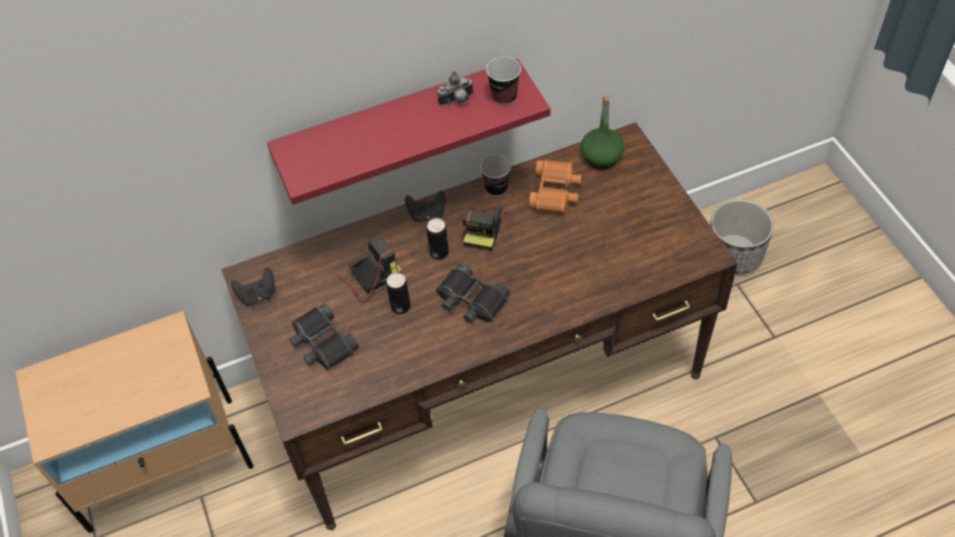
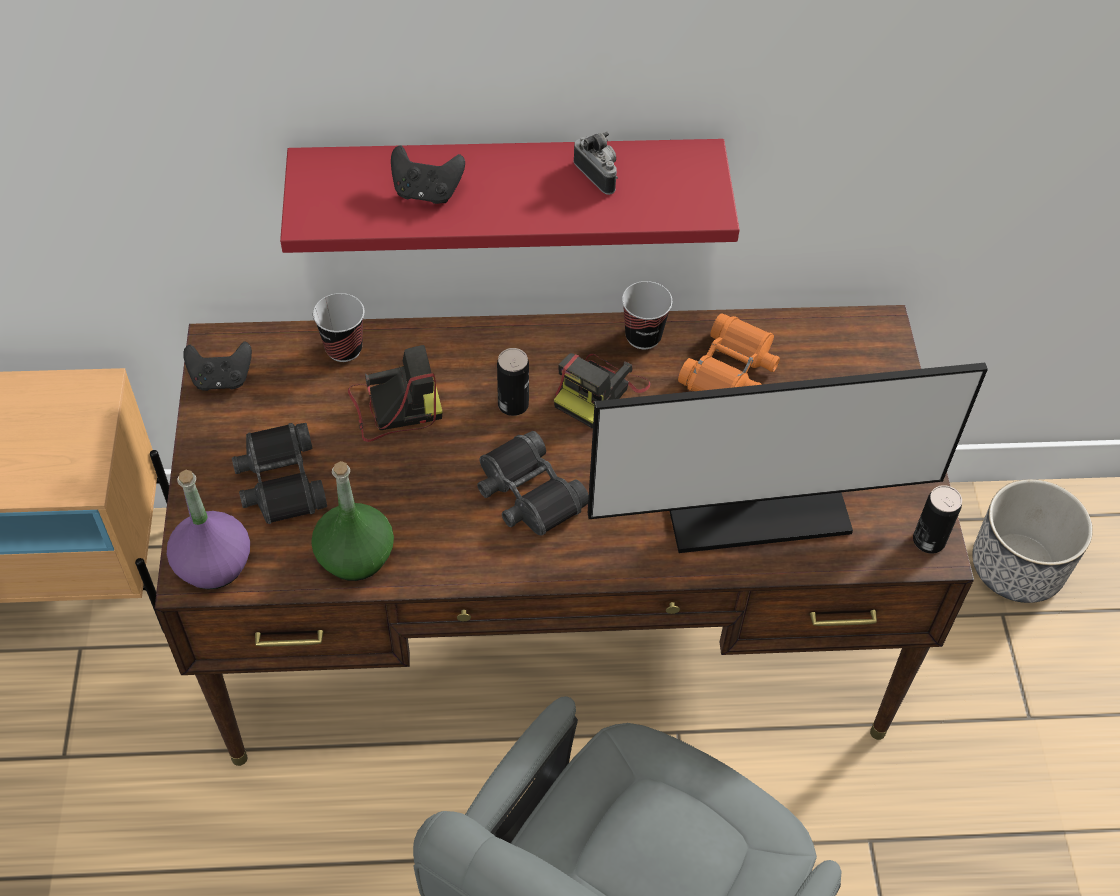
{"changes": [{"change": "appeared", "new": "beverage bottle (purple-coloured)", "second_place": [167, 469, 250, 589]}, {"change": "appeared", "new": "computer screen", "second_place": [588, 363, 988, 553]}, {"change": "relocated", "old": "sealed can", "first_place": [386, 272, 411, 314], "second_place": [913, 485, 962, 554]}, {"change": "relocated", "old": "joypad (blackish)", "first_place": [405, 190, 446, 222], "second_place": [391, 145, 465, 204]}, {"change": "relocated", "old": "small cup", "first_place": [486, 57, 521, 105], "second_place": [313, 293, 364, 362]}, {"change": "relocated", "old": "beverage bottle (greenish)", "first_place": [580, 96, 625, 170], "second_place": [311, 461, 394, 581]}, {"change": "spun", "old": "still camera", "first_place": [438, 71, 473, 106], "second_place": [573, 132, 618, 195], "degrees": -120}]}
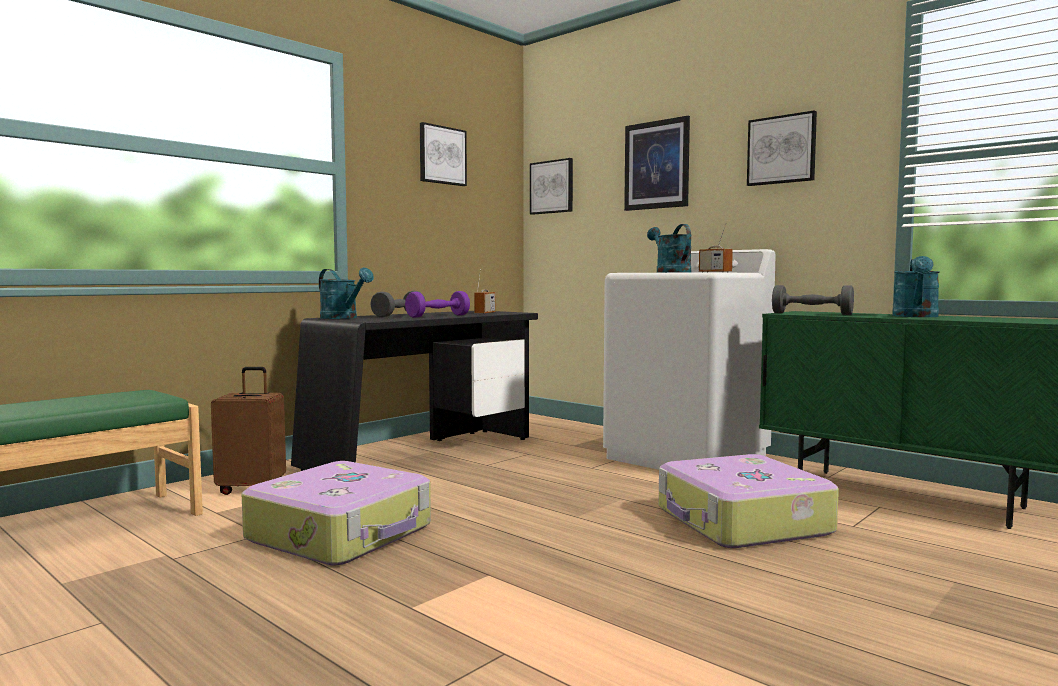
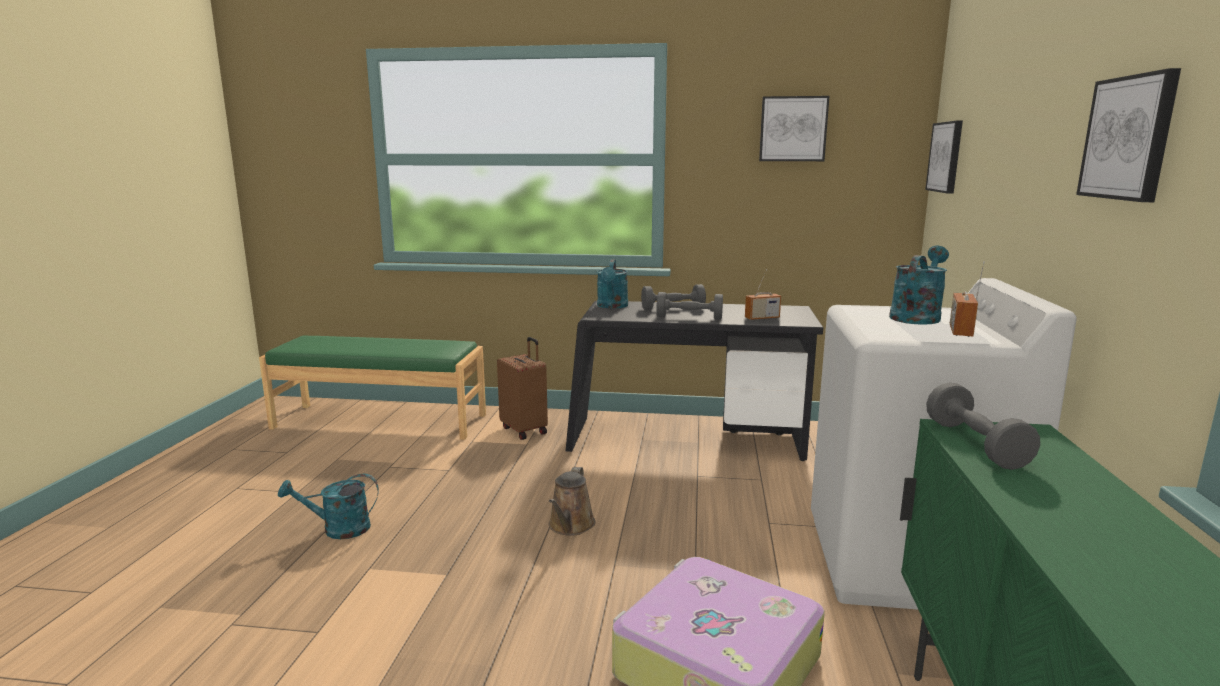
{"changes": [{"change": "missing", "old": "travel case", "first_place": [242, 461, 431, 565]}, {"change": "missing", "old": "wall art", "first_place": [624, 116, 690, 211]}, {"change": "appeared", "new": "watering pot (brown)", "second_place": [549, 467, 596, 536]}, {"change": "relocated", "old": "watering pot (blue-green)", "first_place": [892, 256, 939, 317], "second_place": [278, 474, 379, 539]}, {"change": "colour", "old": "dumbbell (purple-coloured)", "new": "dumbbell (greyish)", "first_place": [405, 291, 470, 318], "second_place": [656, 292, 723, 319]}]}
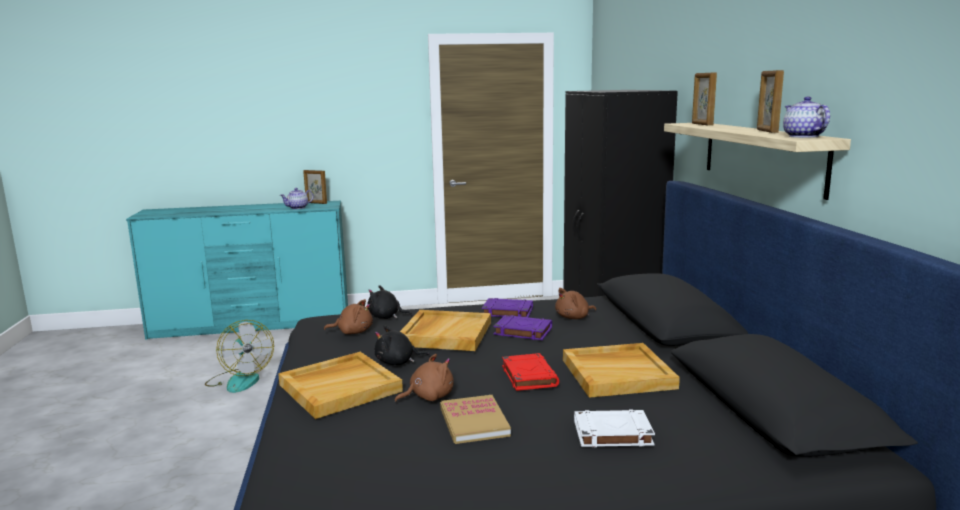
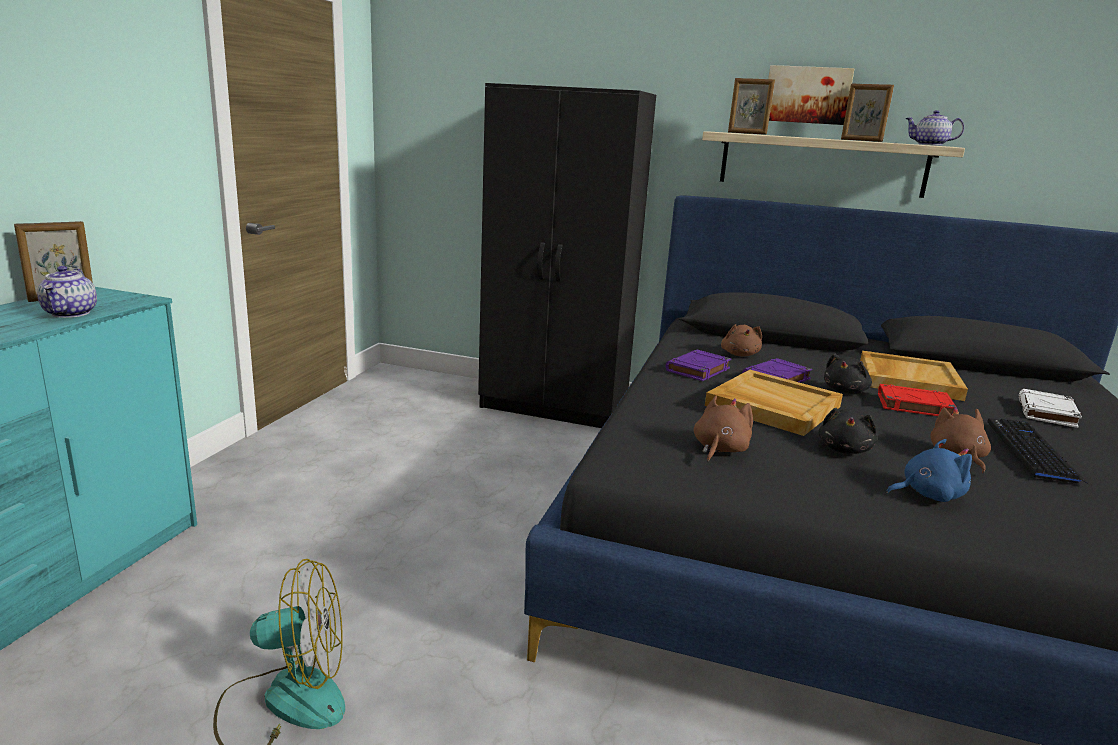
{"changes": [{"change": "appeared", "new": "wall art", "second_place": [768, 65, 855, 125]}, {"change": "relocated", "old": "cuddly toy (blackish)", "first_place": [367, 285, 412, 319], "second_place": [824, 354, 872, 393]}, {"change": "exchanged", "old": "tray (beige-coloured)", "new": "cuddly toy (blue-coloured)", "first_place": [278, 352, 403, 419], "second_place": [886, 439, 972, 502]}, {"change": "exchanged", "old": "book", "new": "keyboard", "first_place": [440, 395, 511, 444], "second_place": [987, 418, 1089, 484]}]}
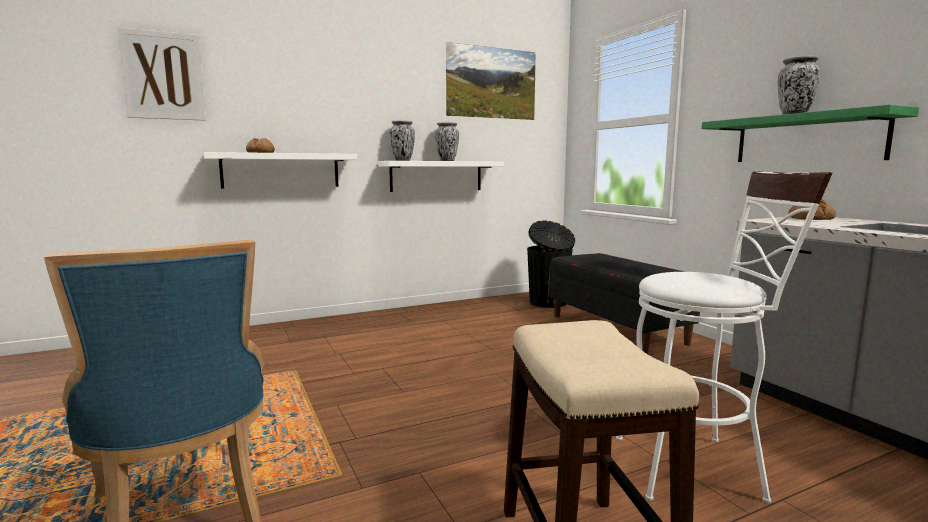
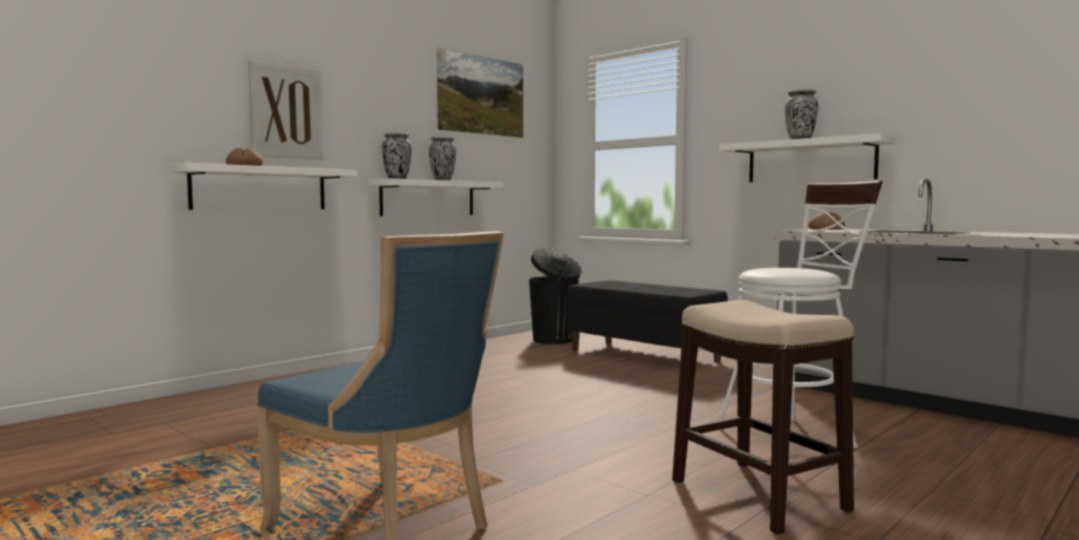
{"changes": [{"change": "relocated", "old": "wall art", "first_place": [118, 27, 206, 121], "second_place": [248, 60, 323, 159]}, {"change": "colour", "old": "bracket shelf (greenish)", "new": "bracket shelf (whitish)", "first_place": [702, 105, 919, 162], "second_place": [719, 133, 896, 182]}]}
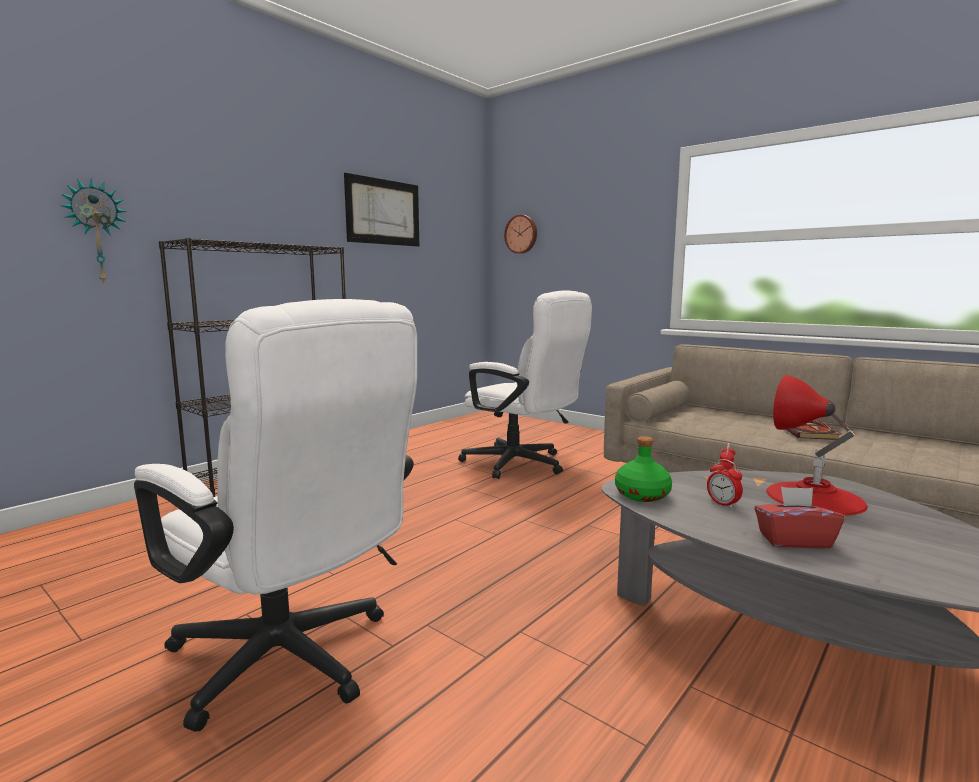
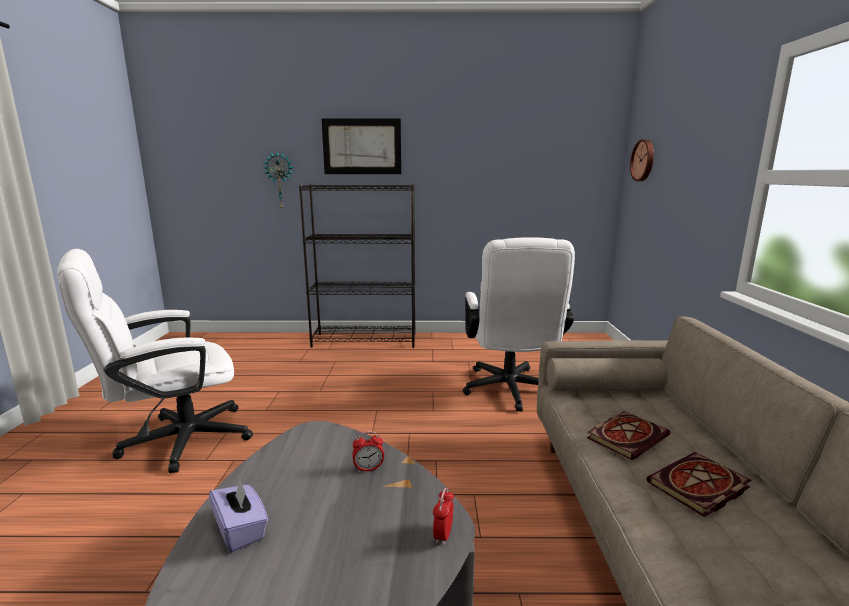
{"changes": [{"change": "missing", "old": "beverage bottle (greenish)", "first_place": [615, 436, 672, 502]}, {"change": "missing", "old": "table lamp (red)", "first_place": [766, 375, 868, 516]}, {"change": "appeared", "new": "book", "second_place": [587, 411, 670, 460]}, {"change": "relocated", "old": "wall art", "first_place": [344, 173, 419, 247], "second_place": [322, 119, 401, 174]}, {"change": "relocated", "old": "table clock", "first_place": [707, 459, 743, 508], "second_place": [433, 488, 454, 545]}, {"change": "colour", "old": "tissue box (red)", "new": "tissue box (purple-coloured)", "first_place": [754, 487, 845, 549], "second_place": [209, 479, 268, 552]}, {"change": "spun", "old": "computer chair (whitish)", "first_place": [134, 299, 417, 732], "second_place": [57, 249, 253, 473], "degrees": 60}]}
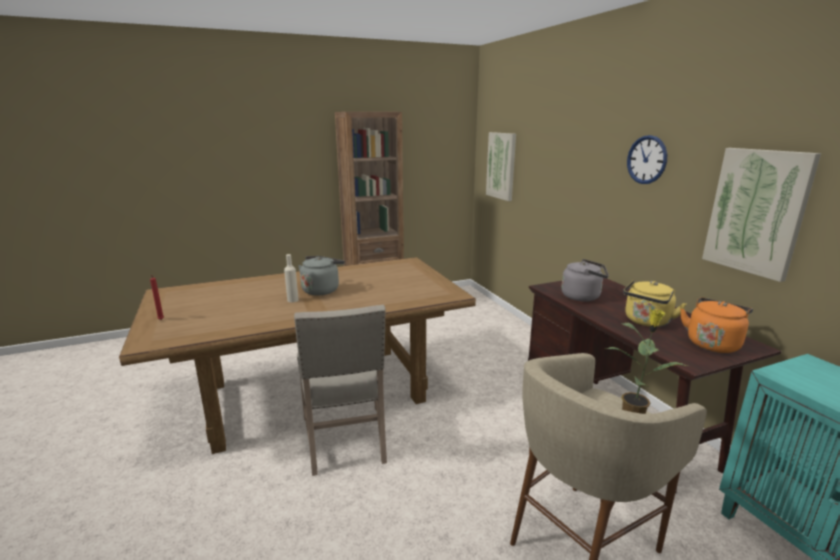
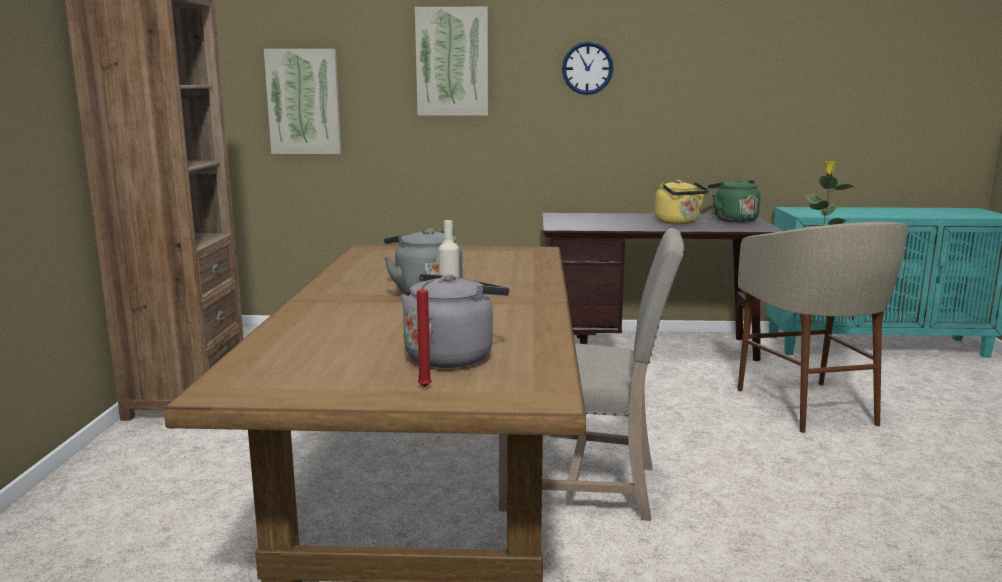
{"changes": [{"change": "relocated", "old": "kettle (greyish)", "first_place": [561, 259, 609, 302], "second_place": [401, 274, 509, 368]}, {"change": "relocated", "old": "wall art", "first_place": [702, 148, 821, 282], "second_place": [415, 7, 488, 116]}, {"change": "colour", "old": "kettle (orange)", "new": "kettle (greenish)", "first_place": [680, 297, 753, 353], "second_place": [708, 178, 761, 223]}]}
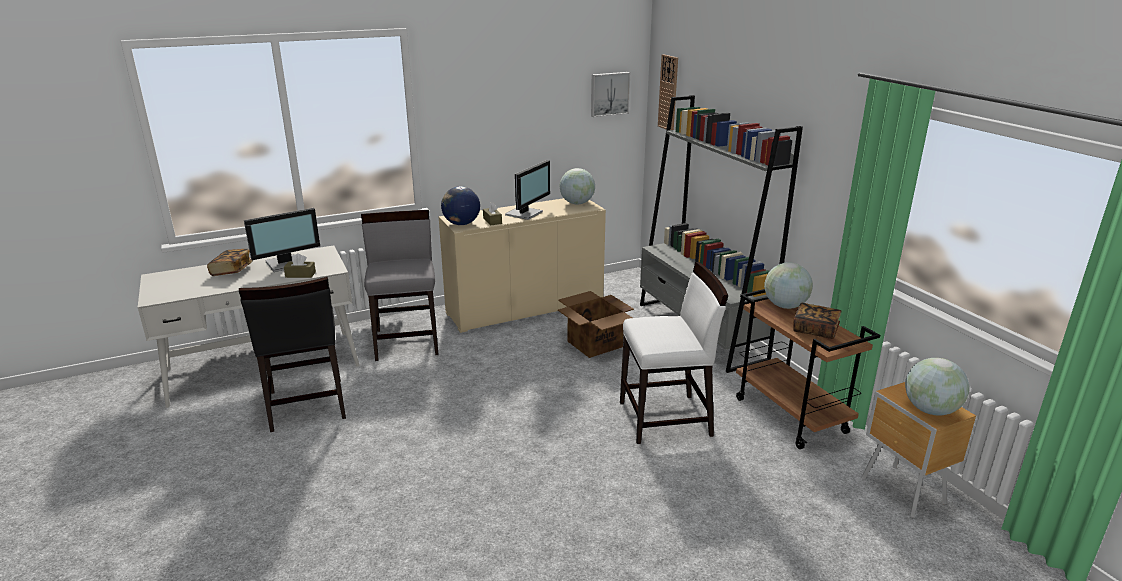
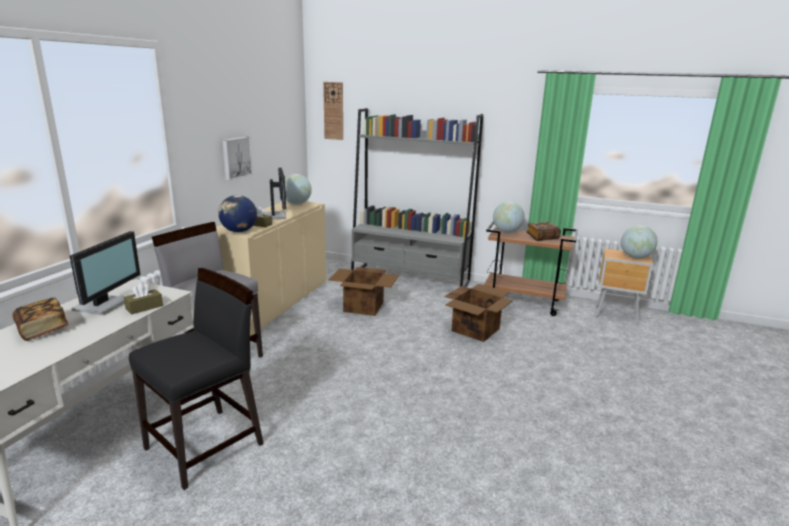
{"changes": [{"change": "relocated", "old": "wall art", "first_place": [591, 72, 630, 117], "second_place": [222, 136, 253, 181]}, {"change": "exchanged", "old": "plain chair (whitish)", "new": "packing box", "first_place": [620, 262, 728, 444], "second_place": [444, 284, 513, 342]}, {"change": "spun", "old": "plain chair (blackish)", "first_place": [239, 277, 346, 432], "second_place": [129, 268, 264, 490], "degrees": -75}]}
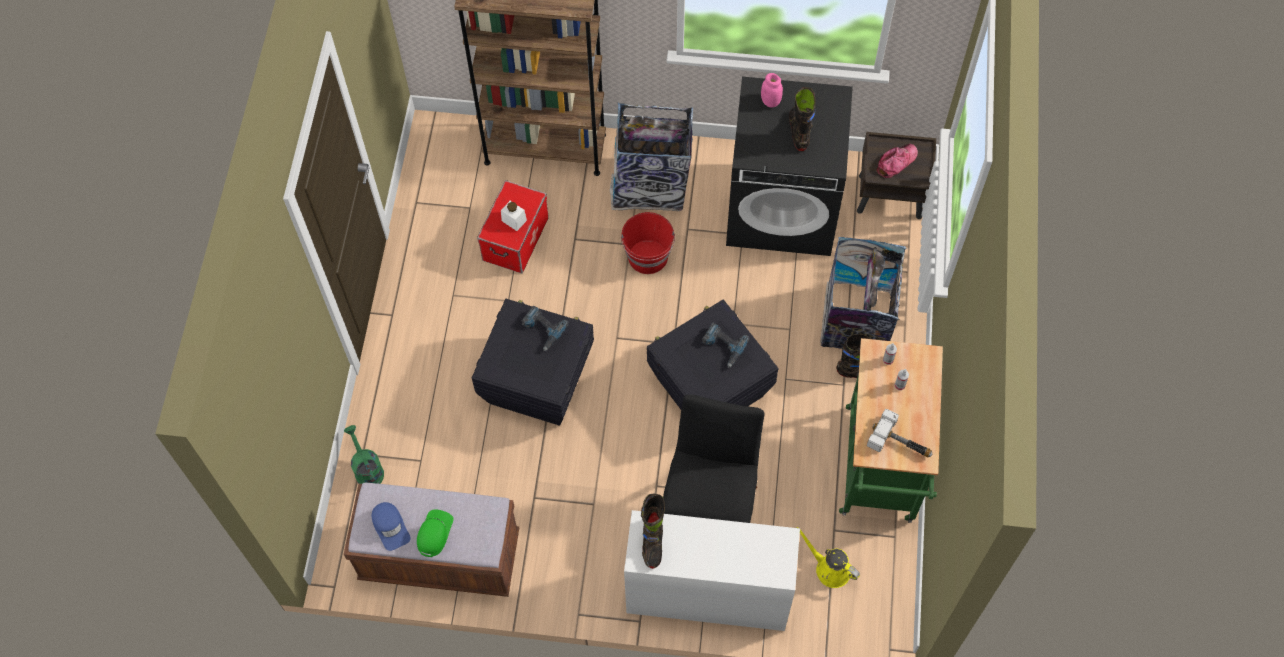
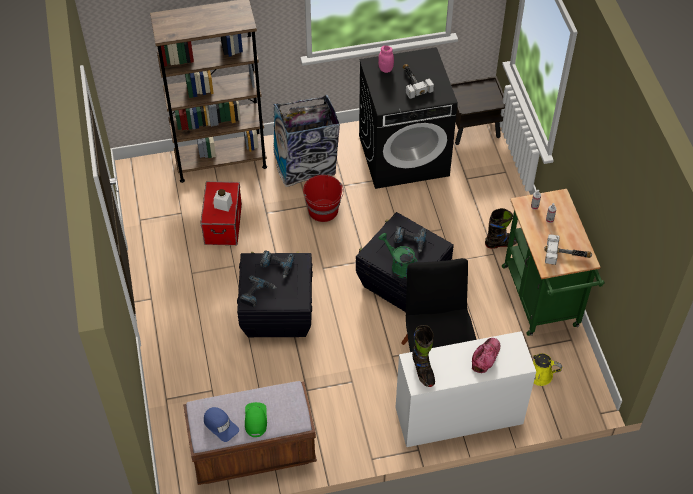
{"changes": [{"change": "missing", "old": "trash can", "first_place": [820, 237, 906, 349]}, {"change": "appeared", "new": "drill", "second_place": [240, 276, 276, 307]}, {"change": "relocated", "old": "watering pot (greenish)", "first_place": [344, 425, 384, 484], "second_place": [379, 233, 418, 278]}, {"change": "relocated", "old": "baseball cap", "first_place": [876, 144, 918, 178], "second_place": [472, 338, 500, 373]}, {"change": "exchanged", "old": "high-top boot (blackish)", "new": "hand hammer", "first_place": [789, 87, 816, 151], "second_place": [403, 64, 434, 99]}]}
